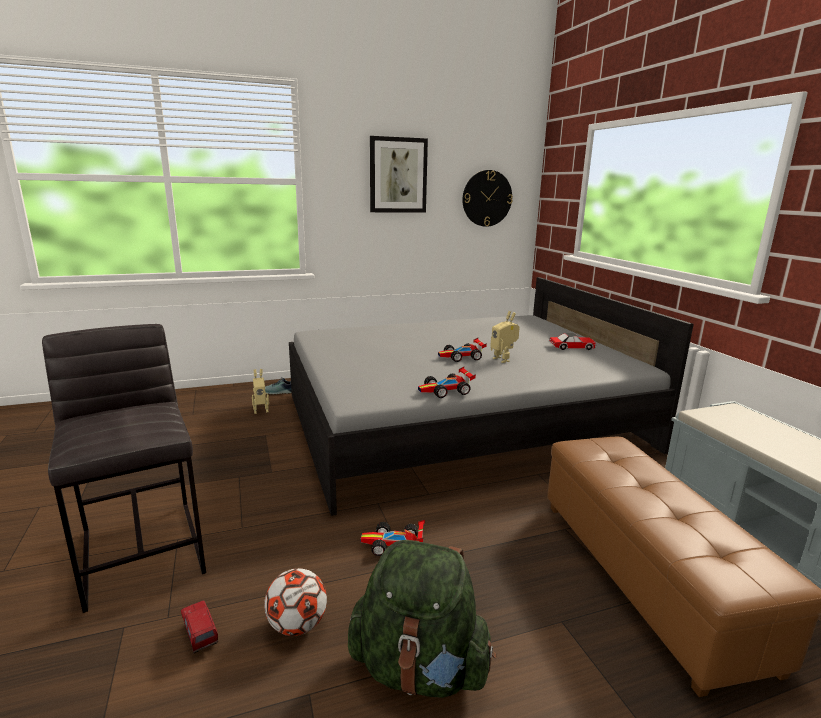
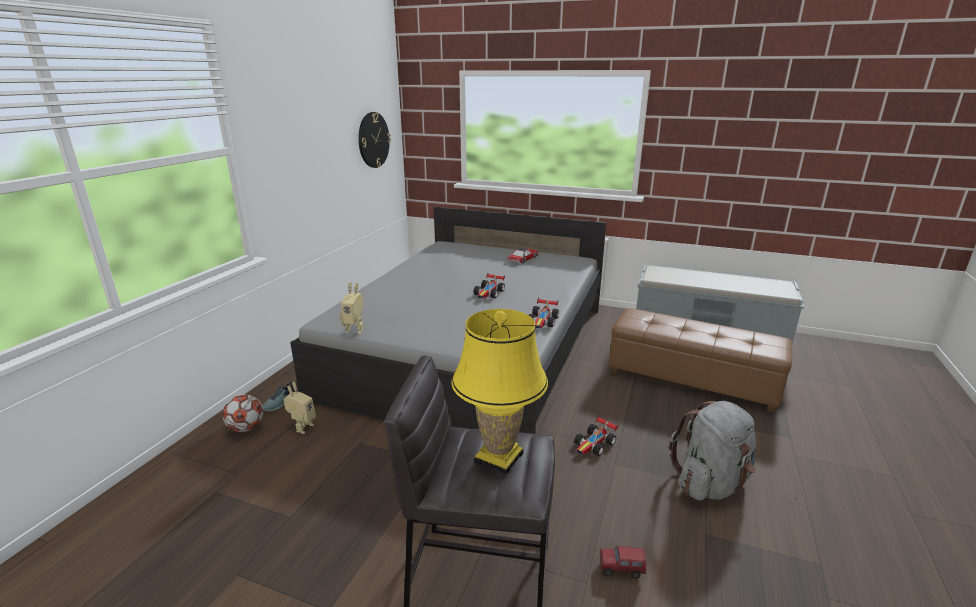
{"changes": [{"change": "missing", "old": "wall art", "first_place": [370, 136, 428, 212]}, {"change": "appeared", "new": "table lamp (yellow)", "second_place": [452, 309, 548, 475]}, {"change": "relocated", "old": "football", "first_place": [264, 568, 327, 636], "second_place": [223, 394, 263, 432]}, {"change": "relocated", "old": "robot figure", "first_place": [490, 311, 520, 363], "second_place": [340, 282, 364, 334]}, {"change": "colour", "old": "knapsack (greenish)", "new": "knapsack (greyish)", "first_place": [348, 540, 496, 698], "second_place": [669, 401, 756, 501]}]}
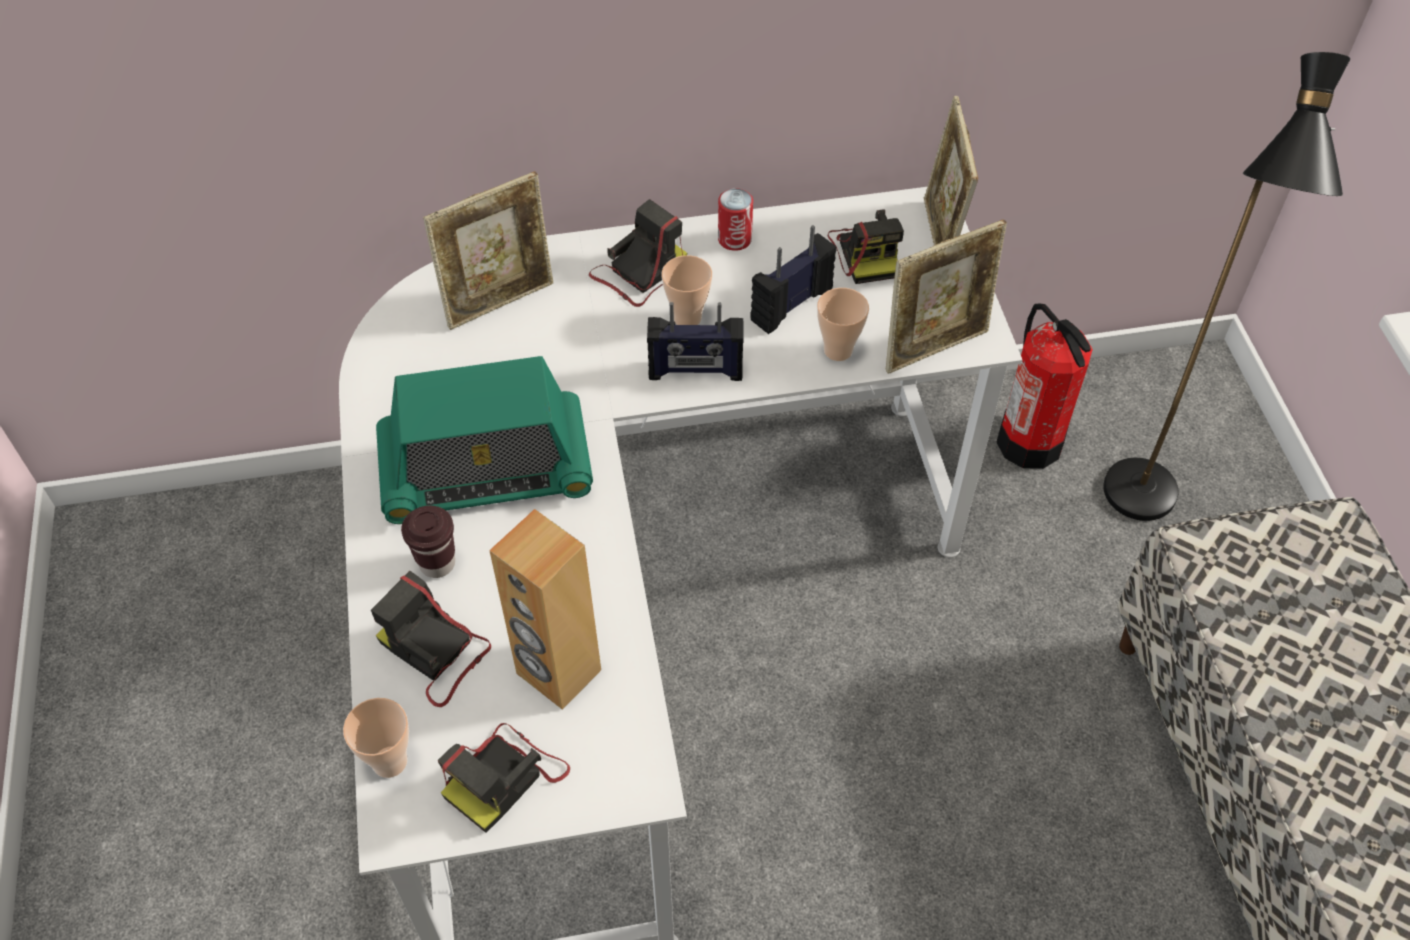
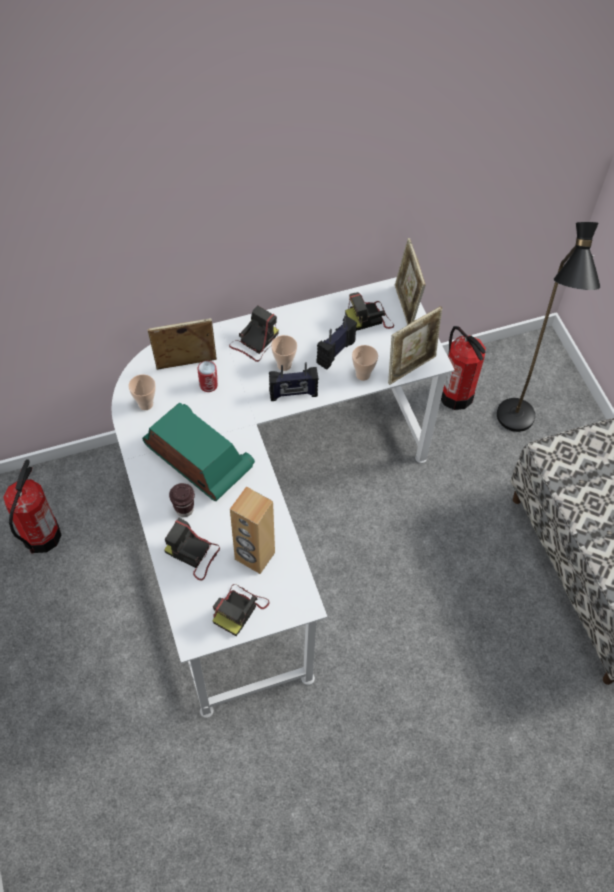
{"changes": [{"change": "appeared", "new": "fire extinguisher", "second_place": [3, 459, 61, 553]}, {"change": "relocated", "old": "small cup", "first_place": [343, 698, 409, 778], "second_place": [129, 374, 156, 410]}, {"change": "relocated", "old": "sealed can", "first_place": [718, 188, 753, 251], "second_place": [197, 361, 218, 392]}, {"change": "spun", "old": "radio set", "first_place": [376, 356, 593, 524], "second_place": [142, 403, 255, 501], "degrees": -120}, {"change": "spun", "old": "photo frame", "first_place": [423, 171, 553, 330], "second_place": [147, 318, 217, 370], "degrees": -150}, {"change": "spun", "old": "still camera", "first_place": [828, 209, 904, 284], "second_place": [345, 292, 394, 331], "degrees": 90}]}
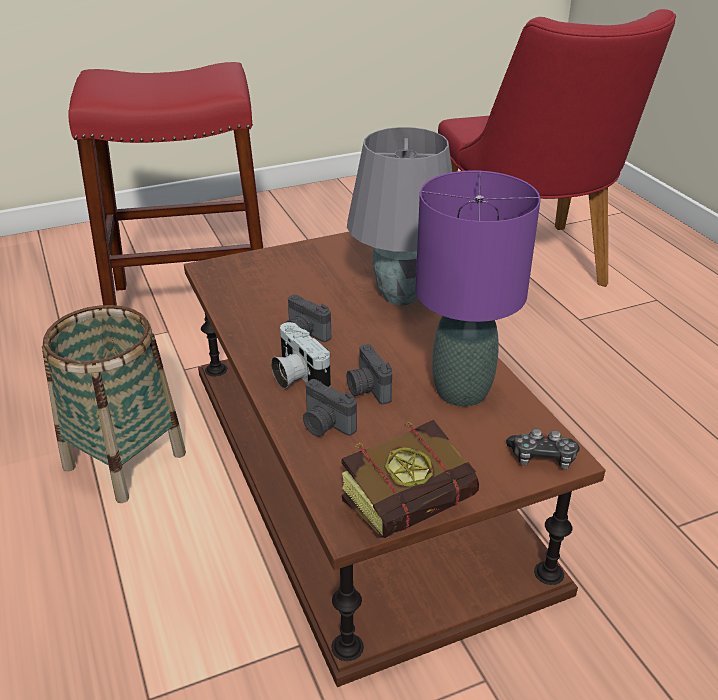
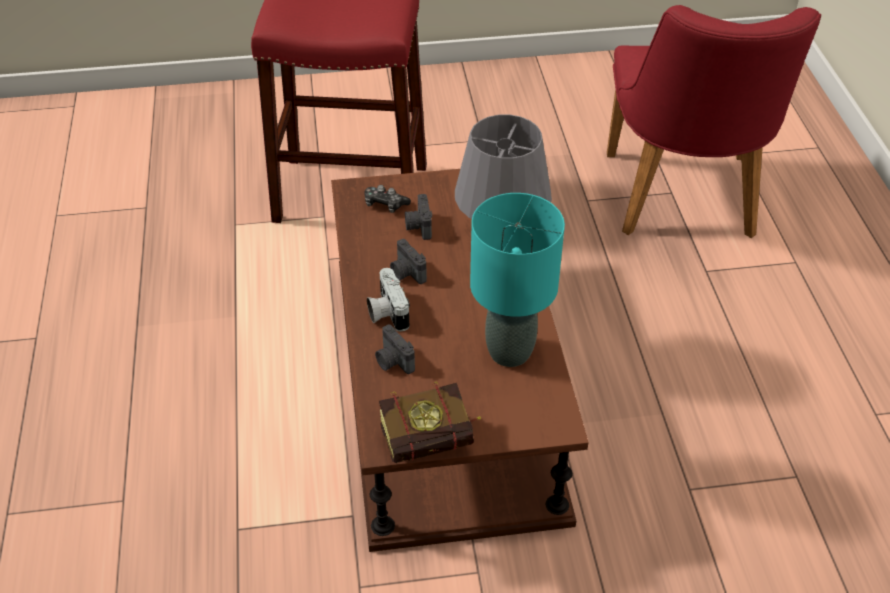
{"changes": [{"change": "missing", "old": "basket", "first_place": [42, 305, 186, 503]}, {"change": "relocated", "old": "still camera", "first_place": [347, 344, 392, 405], "second_place": [405, 194, 432, 240]}, {"change": "relocated", "old": "joypad", "first_place": [506, 428, 580, 469], "second_place": [364, 185, 411, 213]}, {"change": "colour", "old": "table lamp (purple-coloured)", "new": "table lamp (blue-green)", "first_place": [415, 170, 541, 407], "second_place": [470, 193, 565, 367]}]}
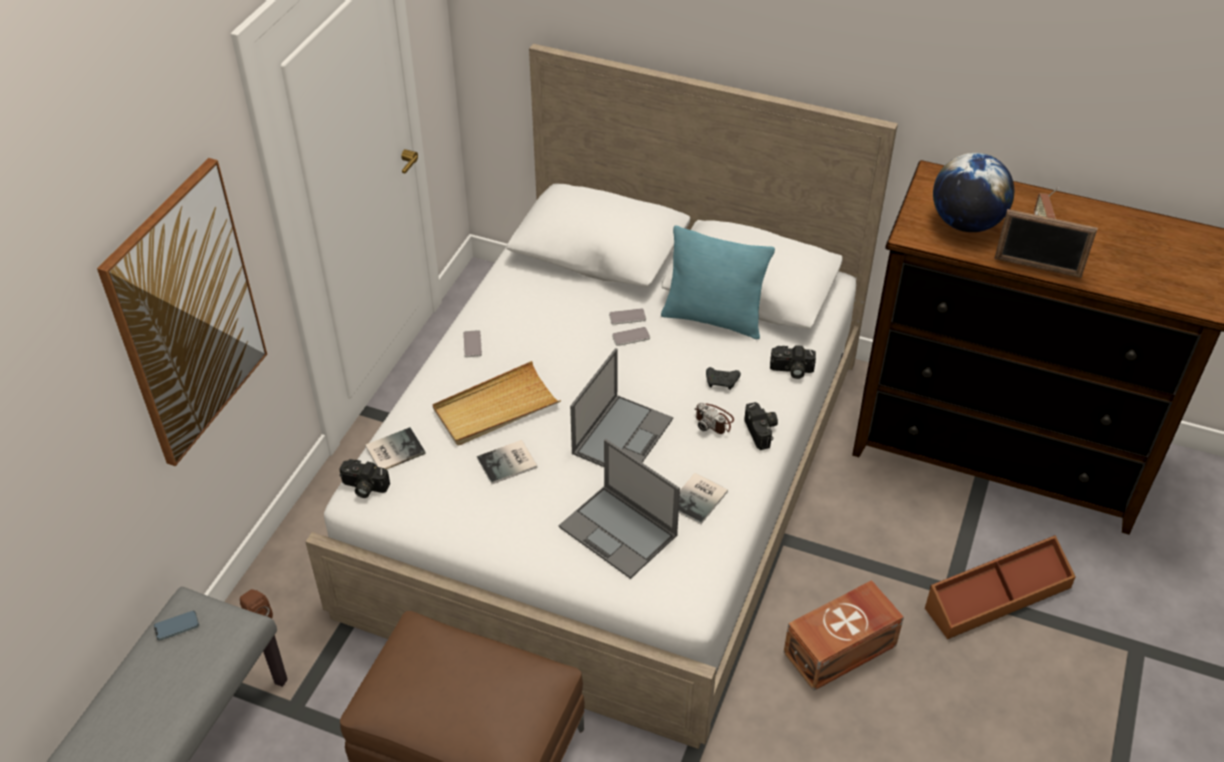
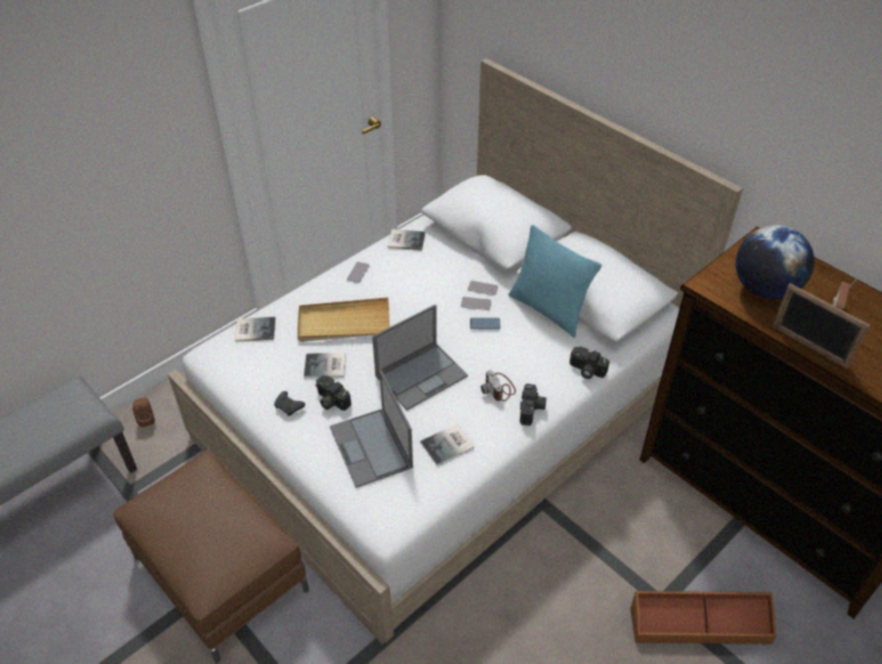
{"changes": [{"change": "missing", "old": "wall art", "first_place": [97, 158, 267, 466]}, {"change": "missing", "old": "storage box (brown)", "first_place": [784, 580, 904, 691]}, {"change": "appeared", "new": "book", "second_place": [388, 229, 425, 250]}, {"change": "relocated", "old": "handset", "first_place": [154, 611, 199, 641], "second_place": [470, 318, 500, 330]}, {"change": "relocated", "old": "still camera", "first_place": [340, 459, 390, 498], "second_place": [315, 375, 351, 411]}, {"change": "relocated", "old": "joypad (blackish)", "first_place": [706, 367, 741, 390], "second_place": [274, 391, 305, 416]}]}
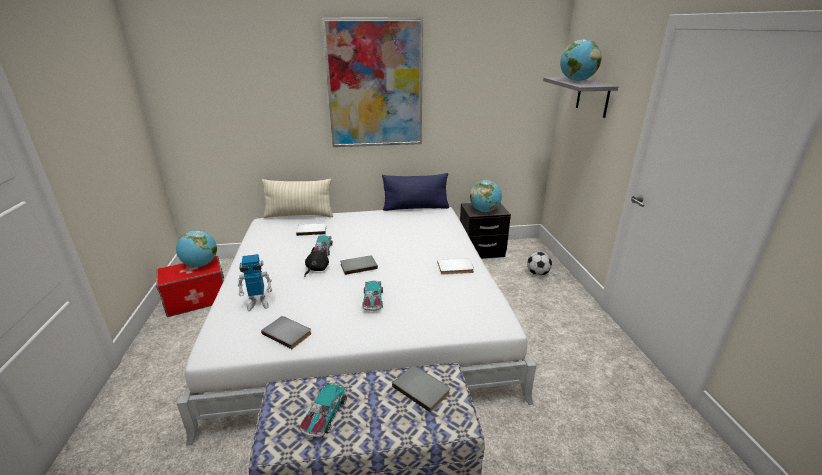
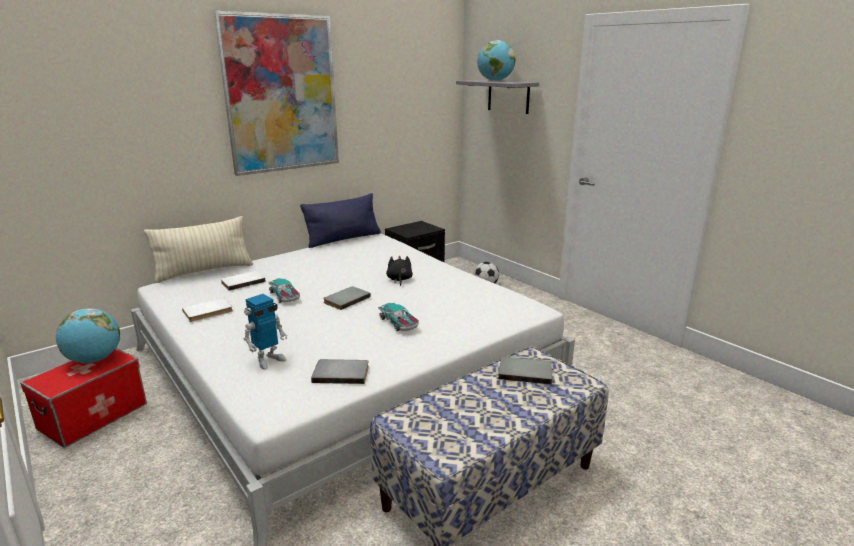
{"changes": [{"change": "missing", "old": "model car", "first_place": [300, 382, 347, 438]}, {"change": "missing", "old": "world globe", "first_place": [470, 180, 502, 212]}, {"change": "relocated", "old": "cuddly toy (blackish)", "first_place": [304, 247, 329, 277], "second_place": [386, 255, 413, 286]}, {"change": "relocated", "old": "book (whitish)", "first_place": [437, 258, 474, 275], "second_place": [182, 298, 233, 322]}]}
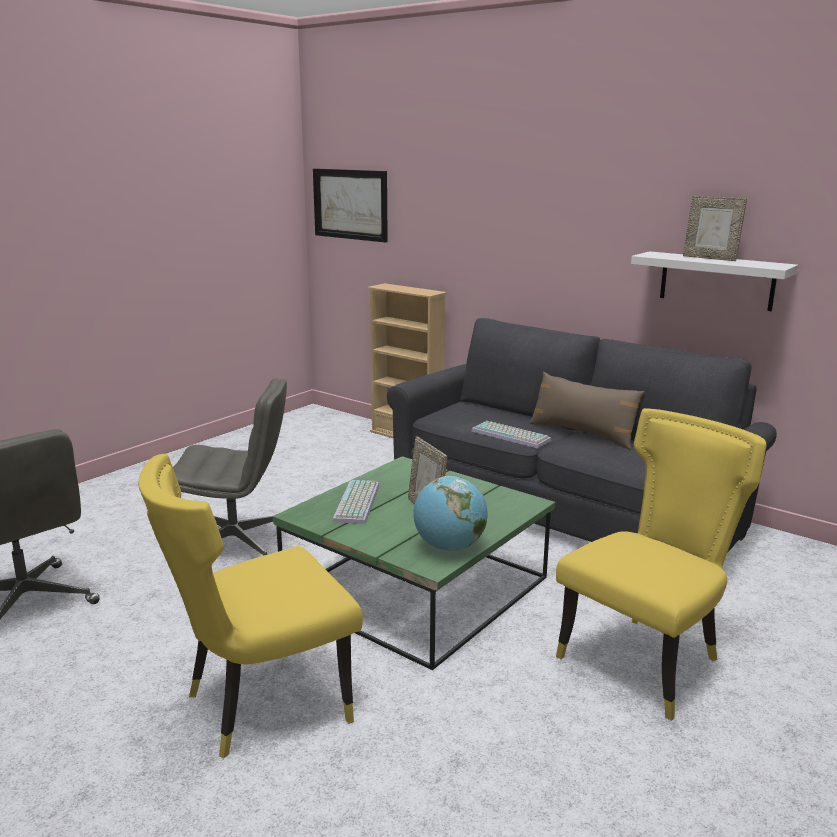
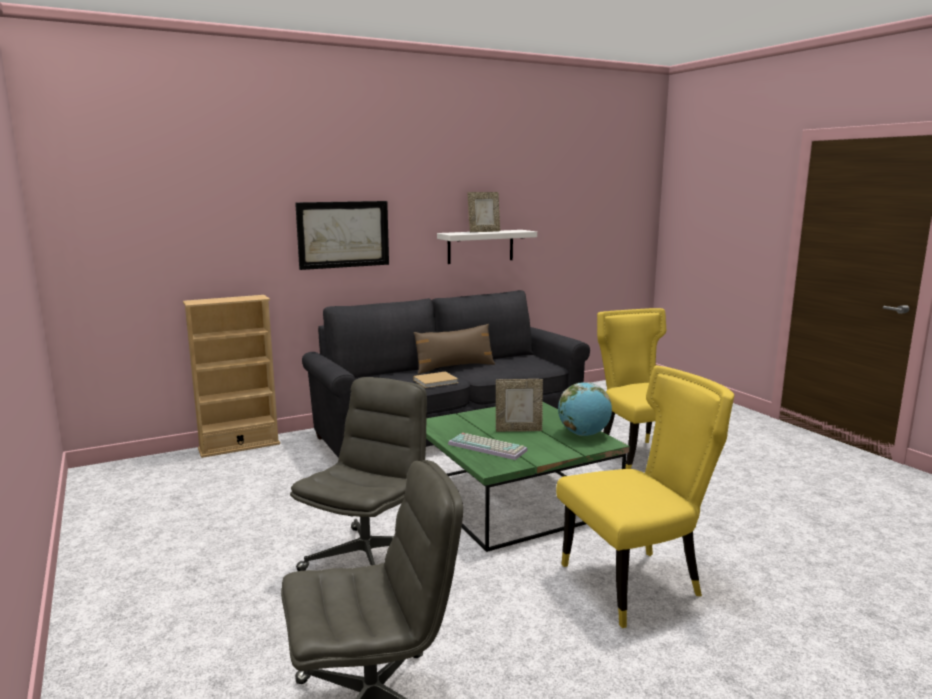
{"changes": [{"change": "relocated", "old": "wall art", "first_place": [313, 169, 388, 242], "second_place": [295, 201, 389, 270]}, {"change": "exchanged", "old": "keyboard", "new": "book (beige-coloured)", "first_place": [472, 421, 551, 449], "second_place": [413, 371, 458, 388]}, {"change": "spun", "old": "plain chair (yellow)", "first_place": [138, 454, 363, 759], "second_place": [556, 365, 734, 628], "degrees": -105}]}
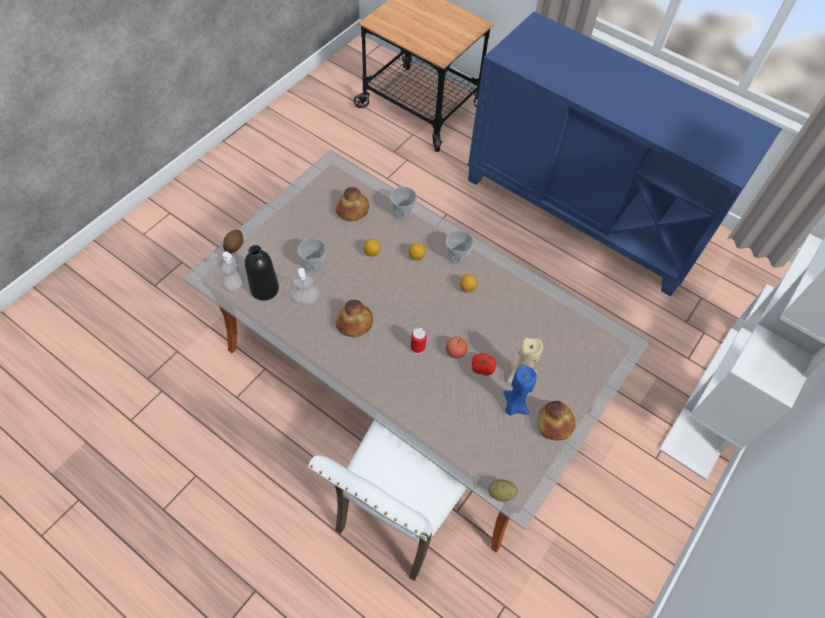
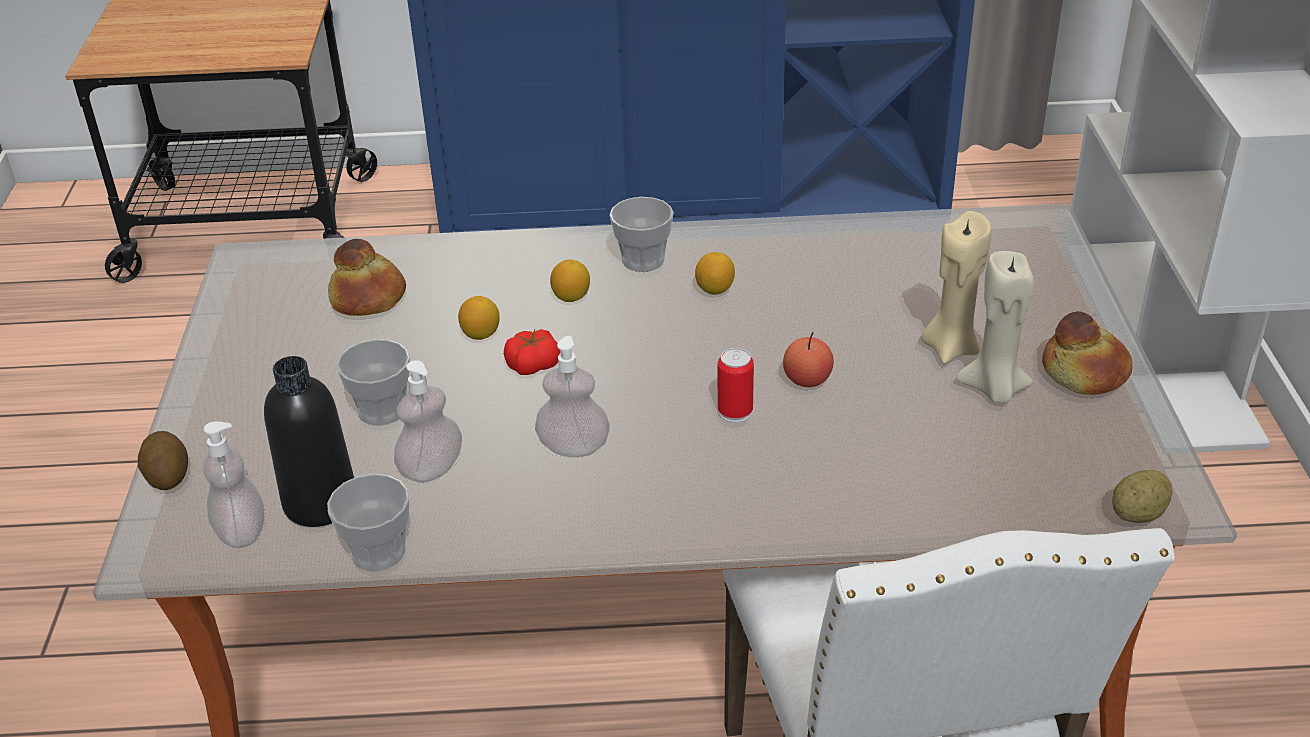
{"changes": [{"change": "relocated", "old": "small cup", "first_place": [390, 187, 417, 219], "second_place": [327, 474, 409, 572]}, {"change": "relocated", "old": "fresh tomato", "first_place": [472, 353, 496, 376], "second_place": [504, 329, 561, 375]}, {"change": "exchanged", "old": "bread", "new": "liquid soap bottle", "first_place": [336, 300, 373, 337], "second_place": [535, 336, 610, 457]}, {"change": "colour", "old": "candle (blue-coloured)", "new": "candle (beige-coloured)", "first_place": [503, 365, 537, 416], "second_place": [956, 251, 1034, 403]}]}
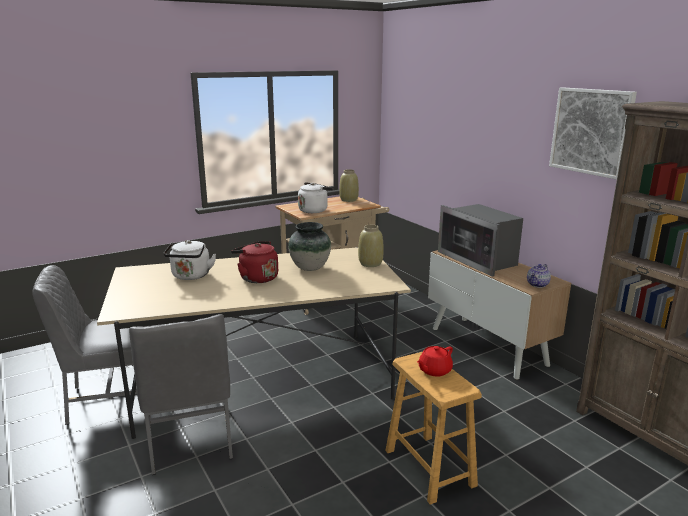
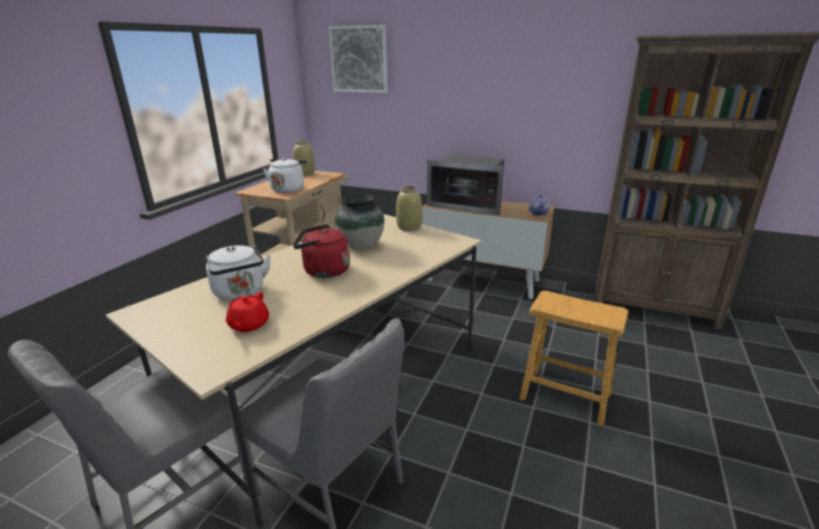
{"changes": [{"change": "relocated", "old": "teapot (red)", "first_place": [417, 346, 453, 377], "second_place": [225, 292, 269, 332]}, {"change": "relocated", "old": "wall art", "first_place": [549, 87, 637, 180], "second_place": [329, 25, 388, 93]}]}
